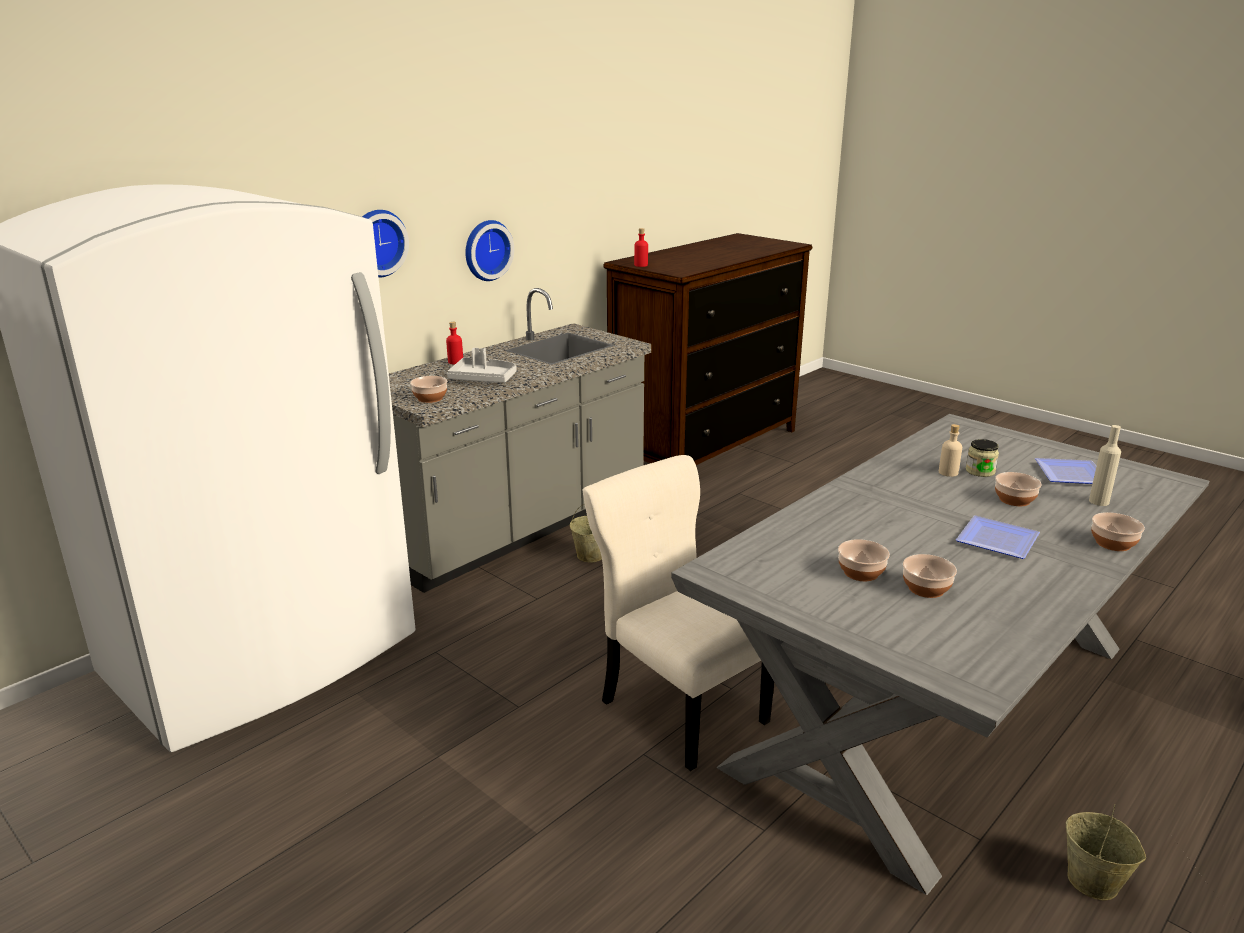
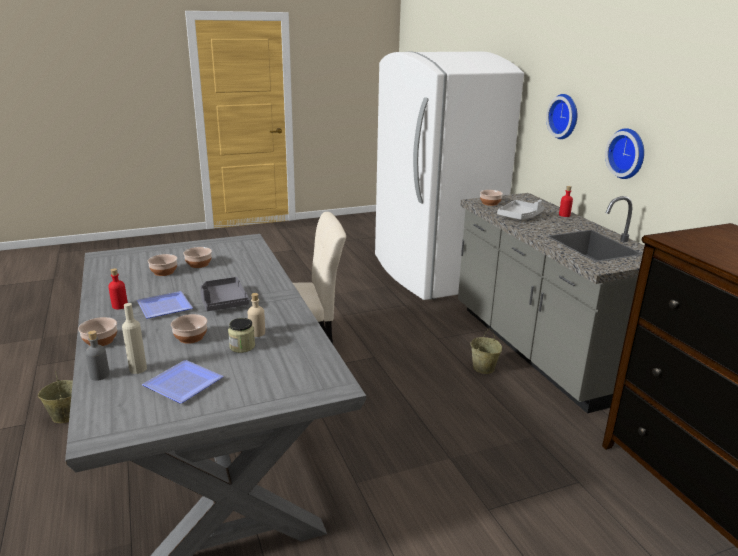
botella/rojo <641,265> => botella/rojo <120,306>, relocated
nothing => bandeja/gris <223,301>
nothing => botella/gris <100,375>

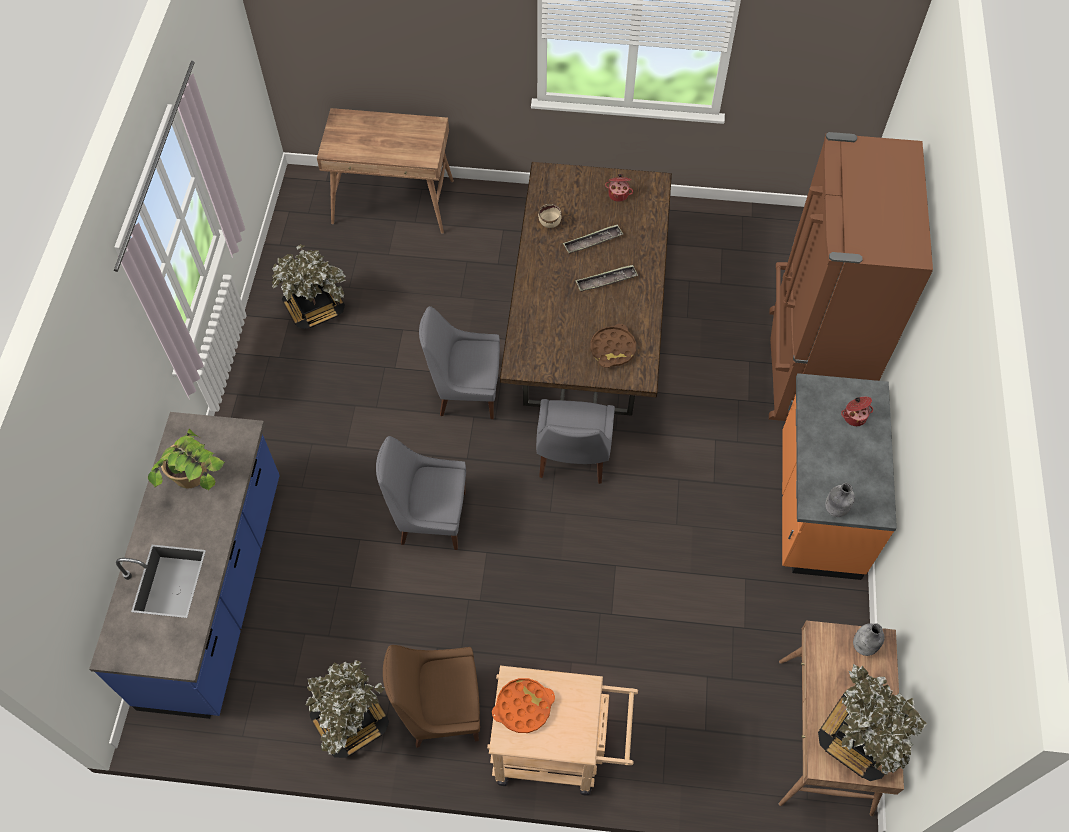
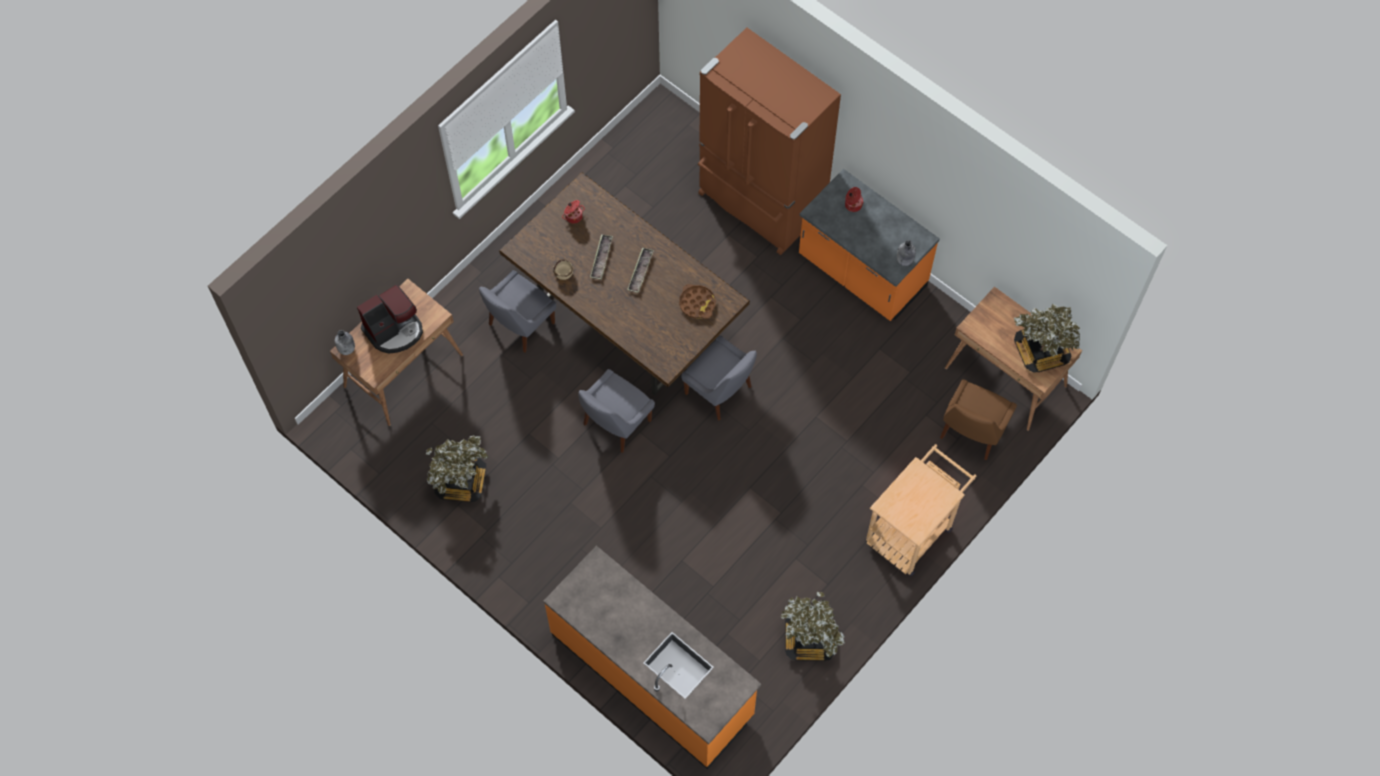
mueble bajo de cocina/azul <215,590> => mueble bajo de cocina/naranja <653,674>
planta en maceta <200,486> => nothing
silla/gris <430,518> => silla/gris <519,325>, relocated
botella/gris <864,646> => botella/gris <347,349>, relocated
silla/marrón <440,710> => silla/marrón <971,433>, relocated
bandeja/naranja <523,707> => nothing
nothing => cafetera <394,330>

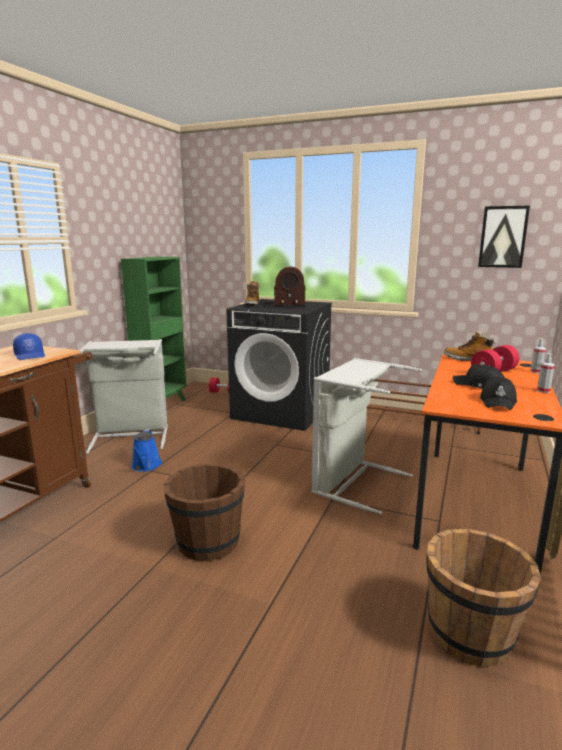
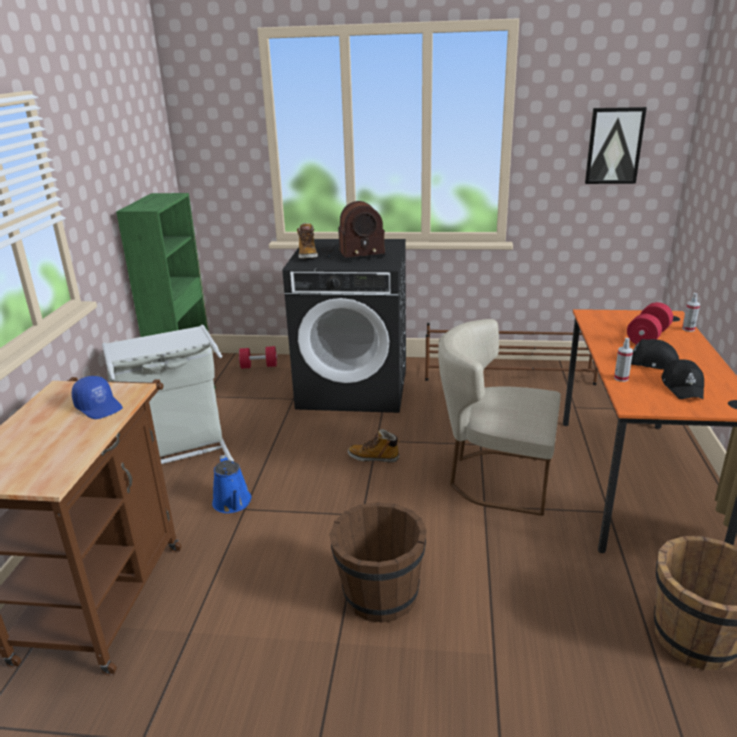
bota <467,360> => bota <374,458>, relocated
pulverizador <543,391> => pulverizador <621,378>, relocated
cesto de la ropa/gris <353,482> => silla/beis <494,478>

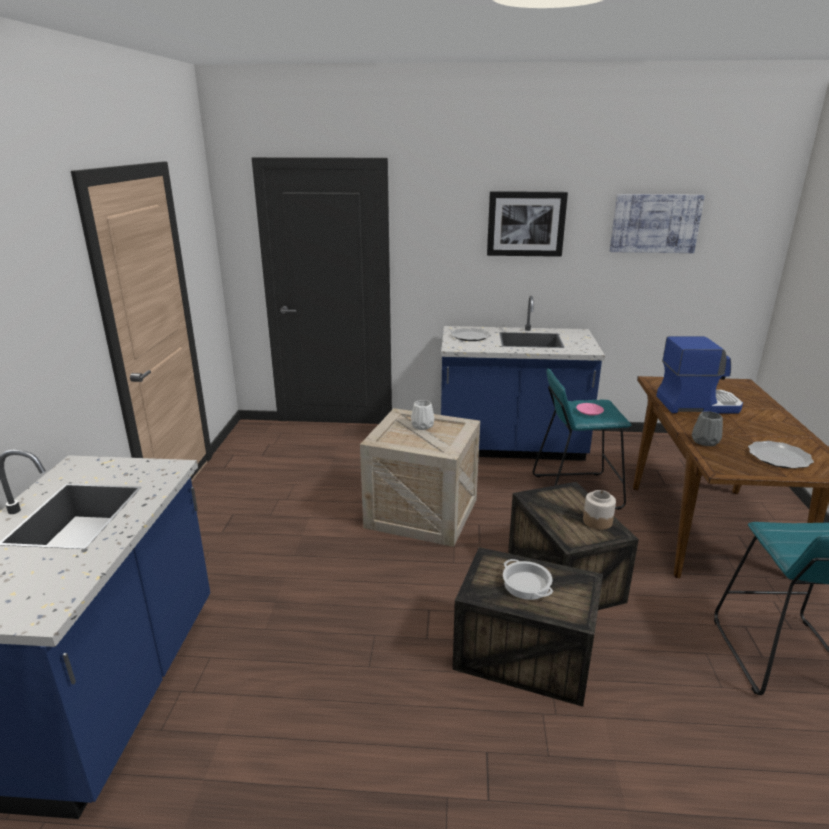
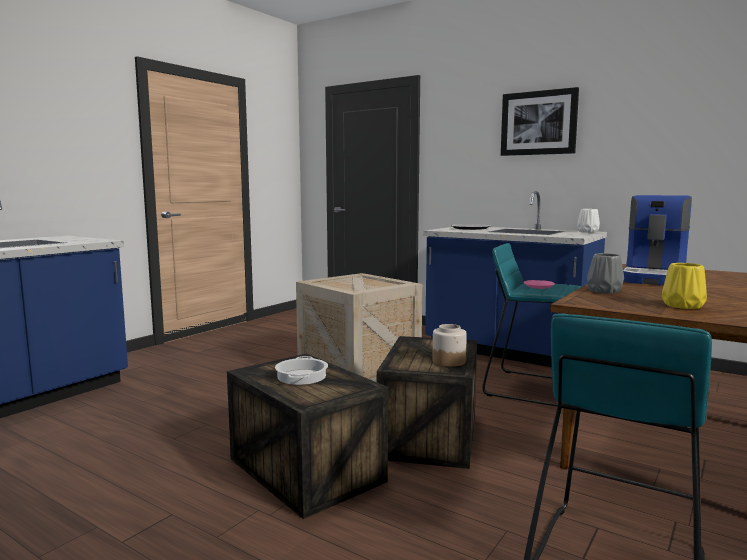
cuadro <655,223> => nothing
cafetera <697,404> => cafetera <655,278>, 90 degrees clockwise
florero/blanco <422,426> => florero/blanco <587,232>, relocated
plato <779,457> => florero/amarillo <684,306>

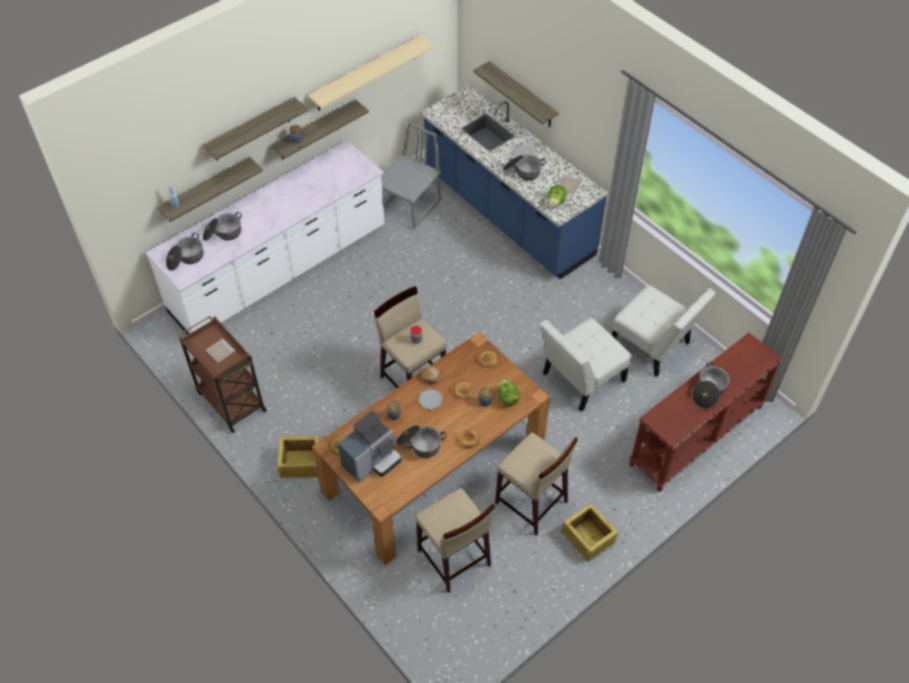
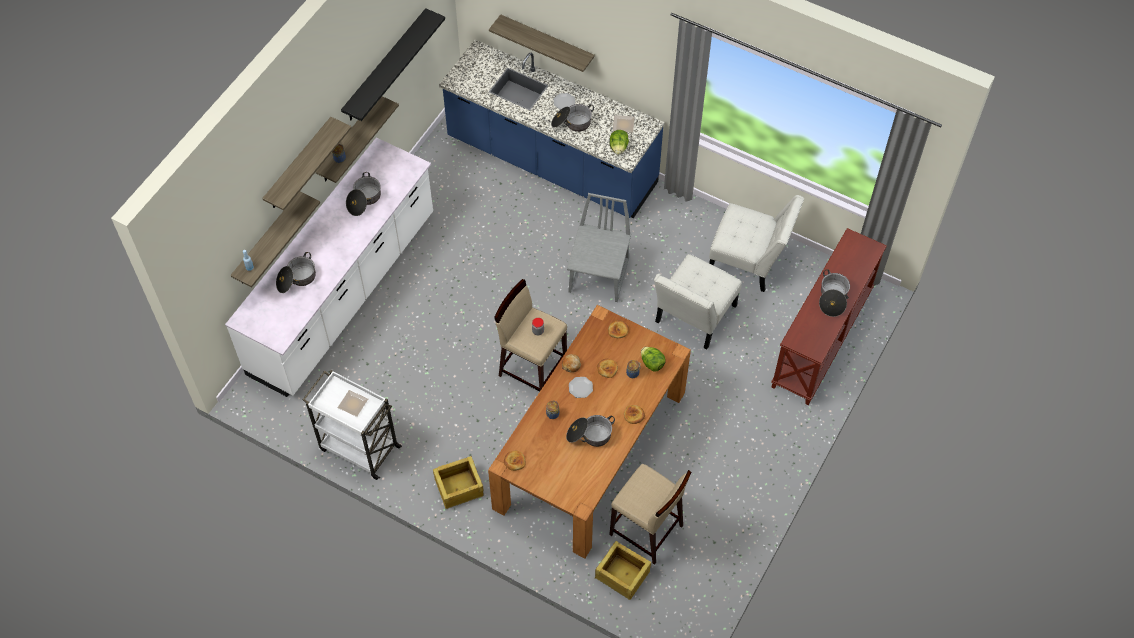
estante/beis <366,74> => estante/negro <385,66>
silla/gris <410,206> => silla/gris <599,276>, relocated
olla <185,259> => olla <364,200>, relocated
carrito/marrón <230,400> => carrito/blanco <358,447>
cafetera <372,461> => nothing
taburete/beis <531,503> => nothing
caja de embalaje <588,538> => caja de embalaje <622,575>, relocated

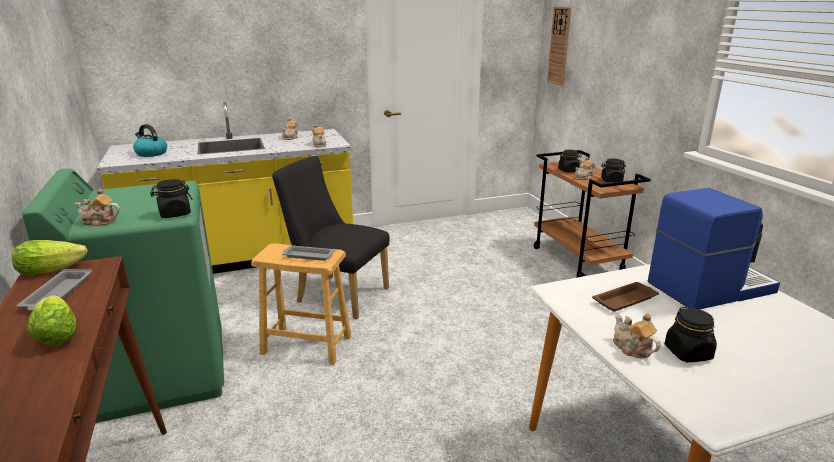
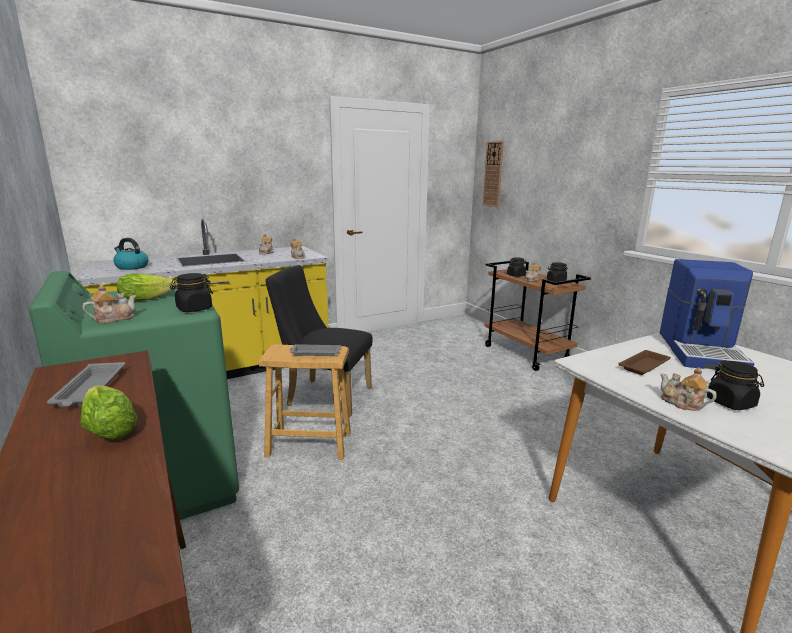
tetera <99,222> => tetera <113,319>, 150 degrees clockwise
cafetera <708,287> => cafetera <701,351>, 135 degrees clockwise
lechuga <55,269> => lechuga <149,298>, relocated

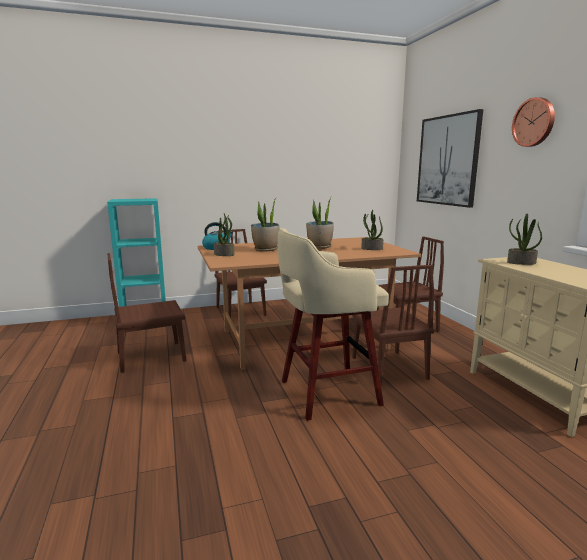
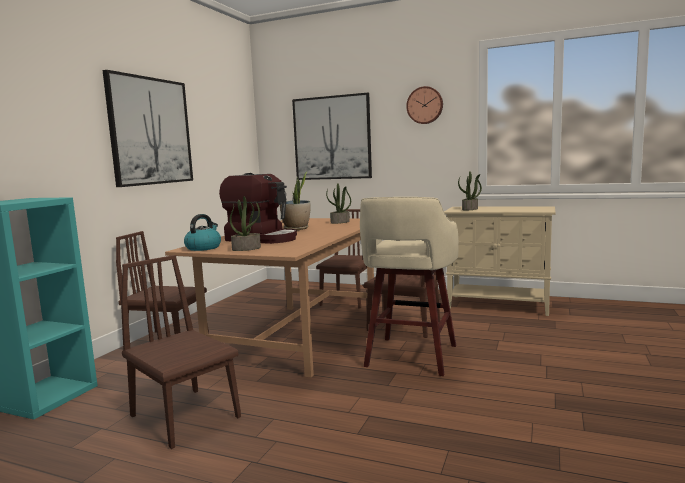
planta en maceta <265,250> => cafetera <262,239>
silla/marrón <151,356> => silla/marrón <185,416>, 120 degrees clockwise
nothing => cuadro <150,131>

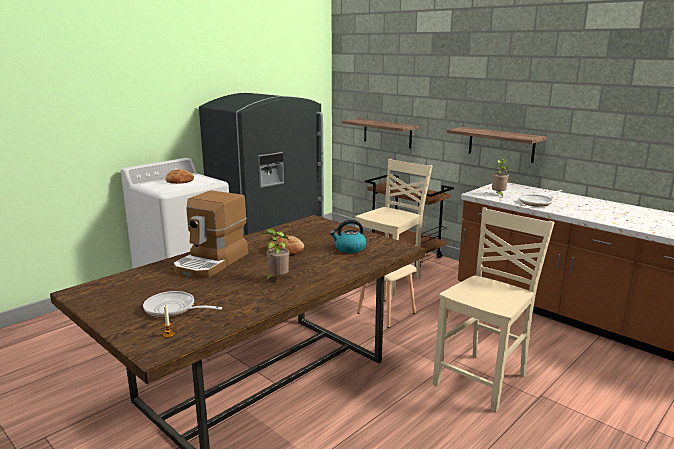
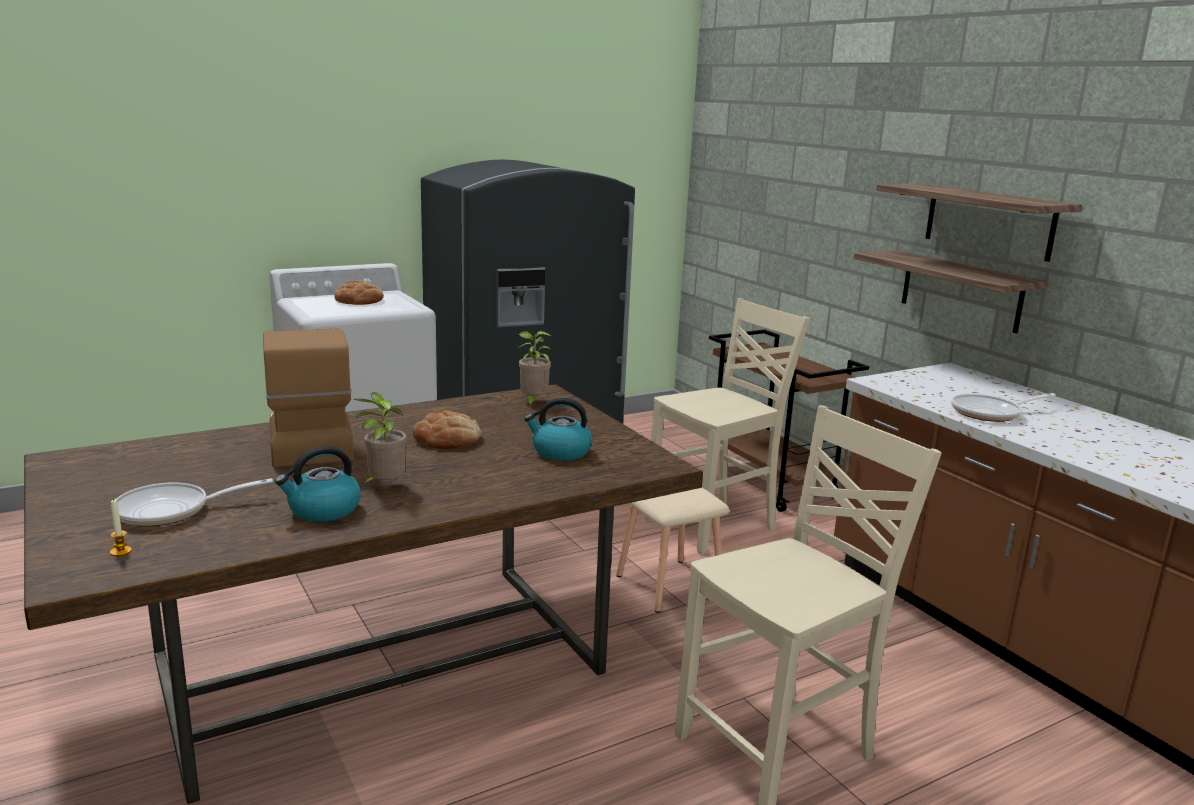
estante <387,133> => estante <989,221>, relocated
planta en maceta <498,195> => planta en maceta <533,402>, relocated
cafetera <212,262> => cafetera <308,442>, 120 degrees clockwise
sartén <173,309> => sartén <171,511>, 60 degrees counterclockwise
nothing => hervidor <323,510>

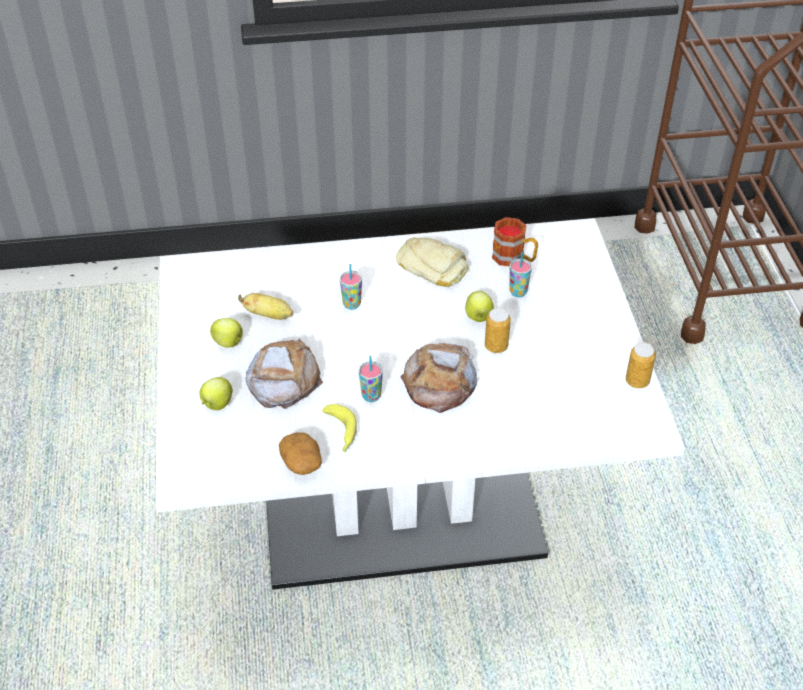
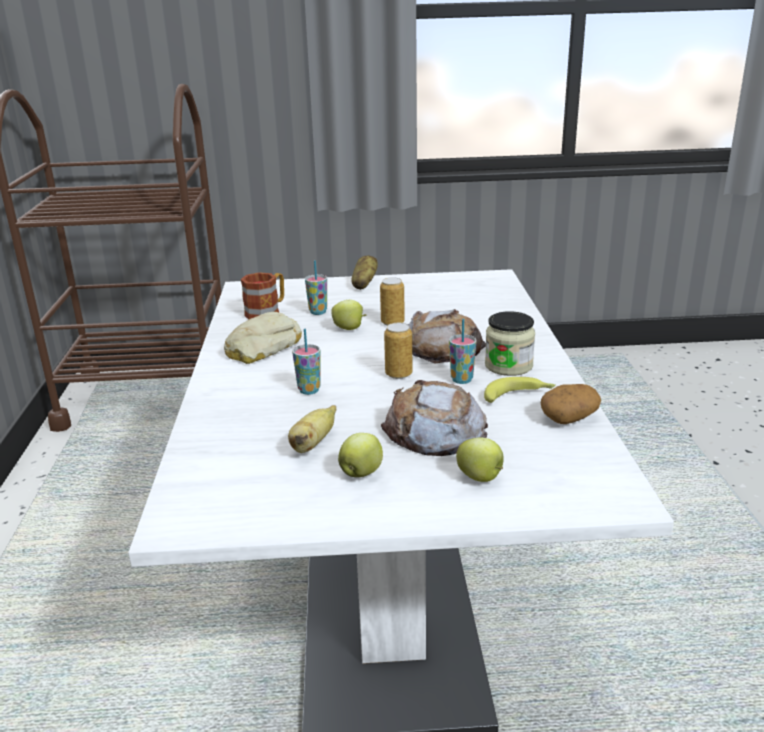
lata <637,381> => lata <398,374>, relocated
nothing => patata <364,284>
nothing => tarro <508,366>

